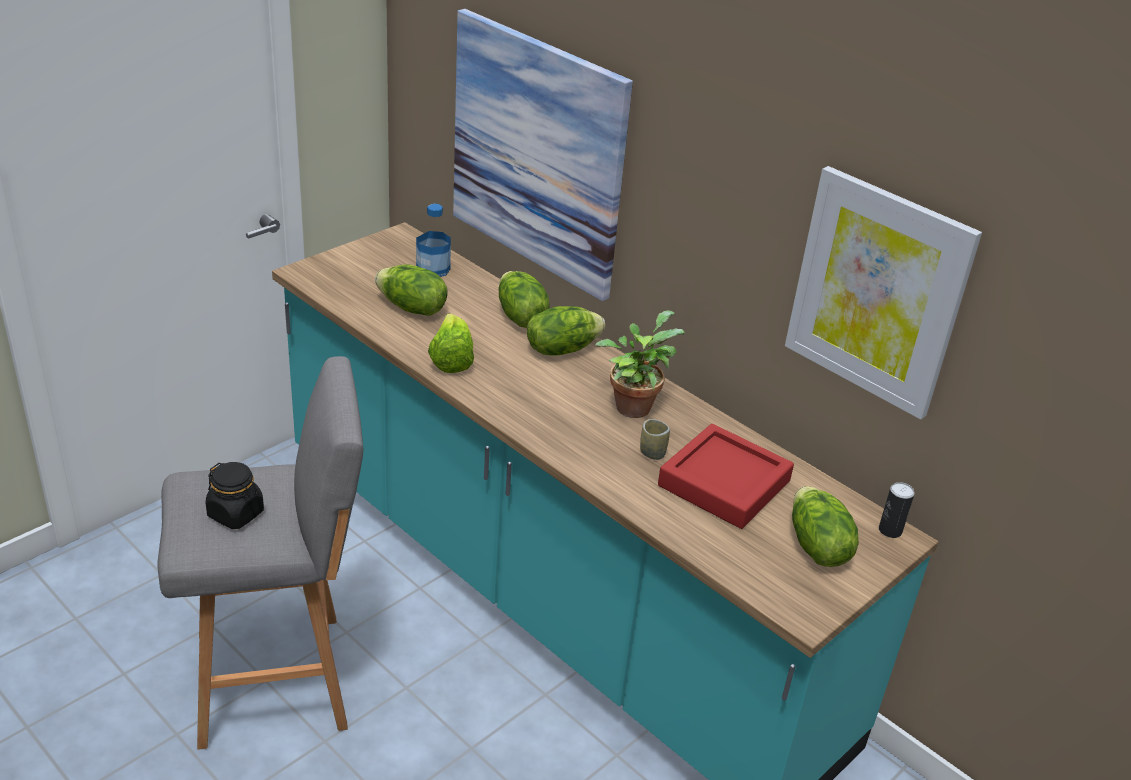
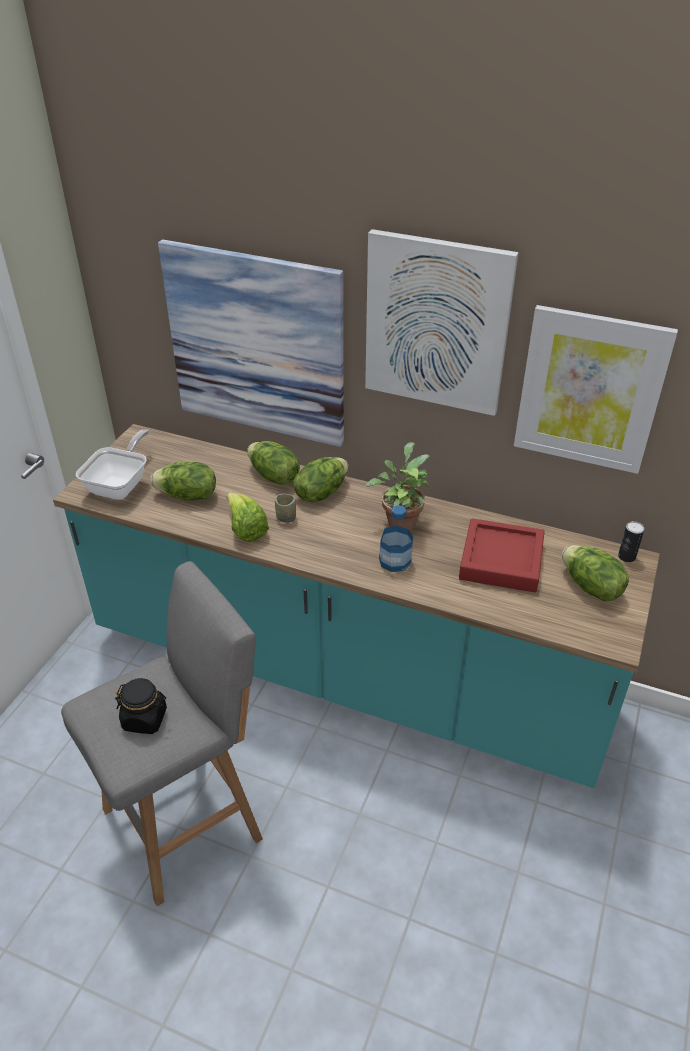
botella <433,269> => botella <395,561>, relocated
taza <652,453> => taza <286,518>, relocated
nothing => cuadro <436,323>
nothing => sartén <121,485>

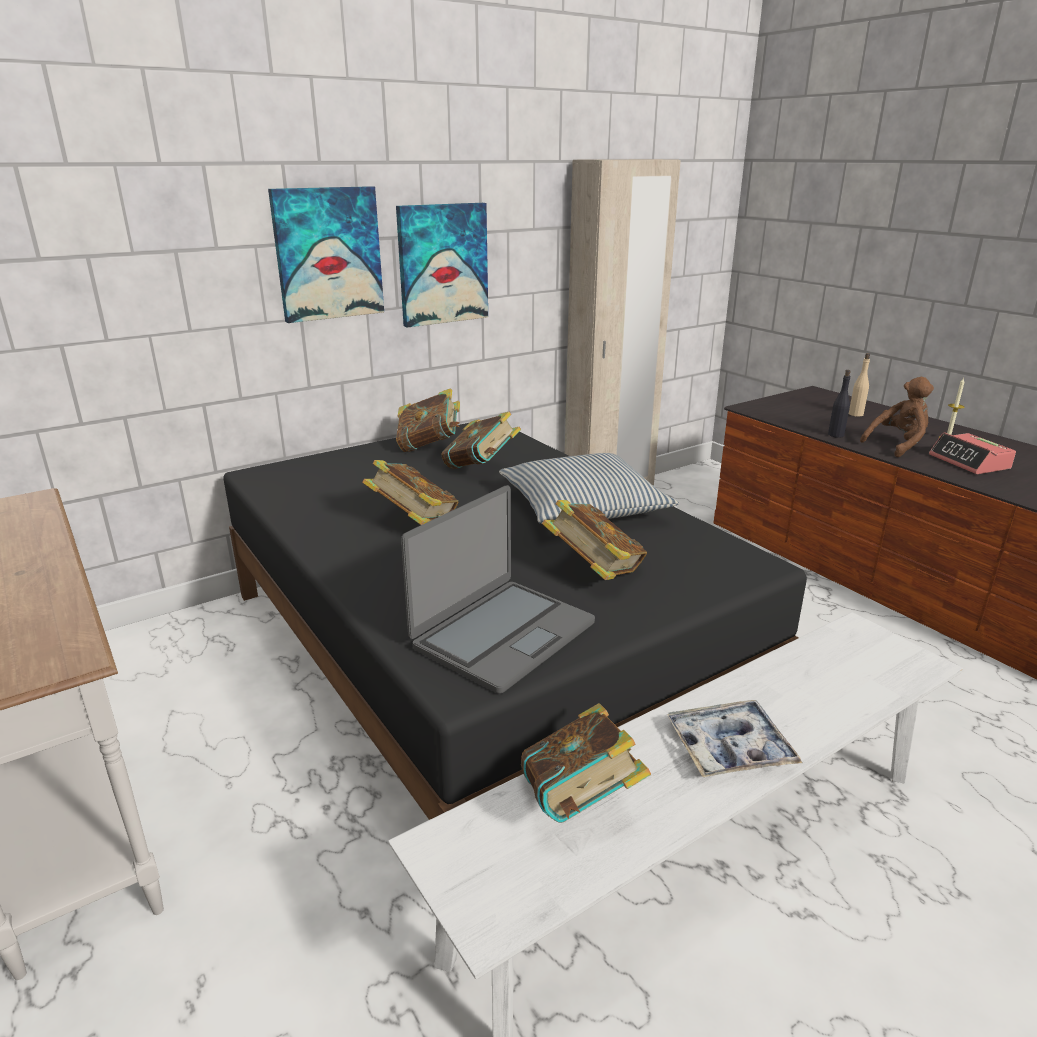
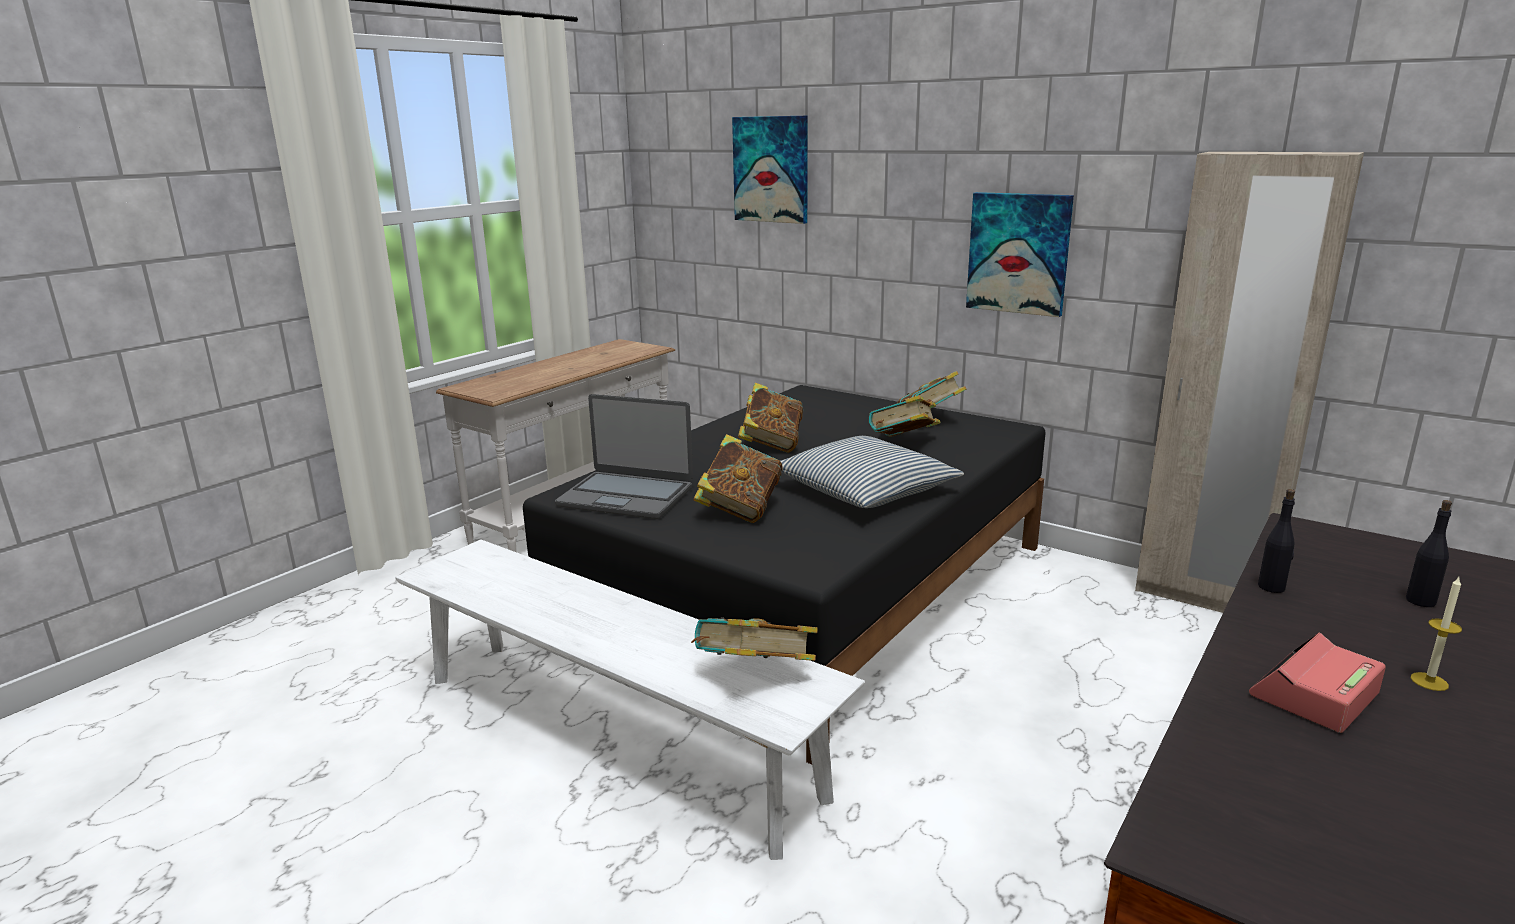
cuadro <328,254> => cuadro <771,169>, relocated
botella/beis <855,414> => botella/negro <1421,601>
peluche/marrón <897,445> => nothing
bandeja <729,747> => nothing
libro <580,801> => libro <754,676>, relocated

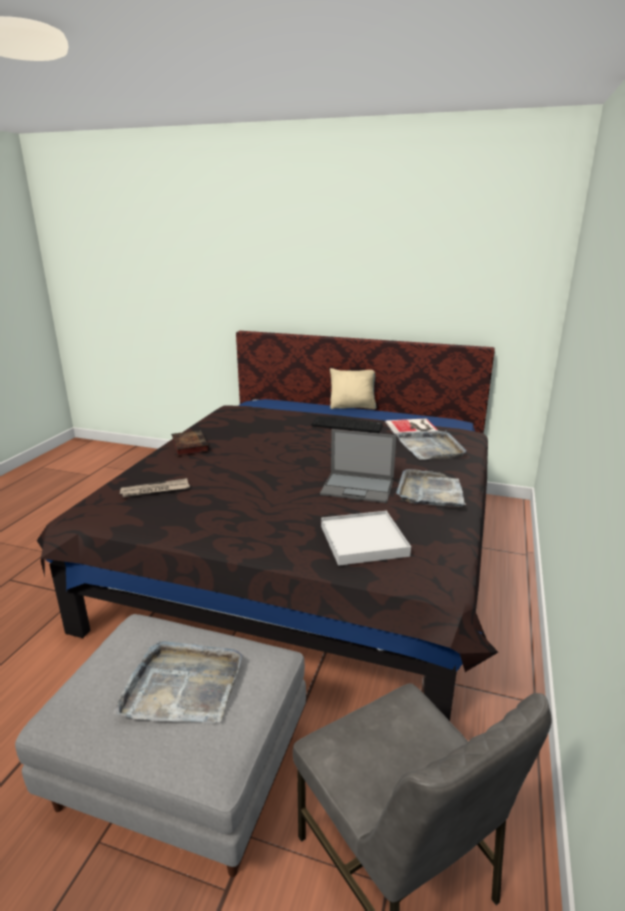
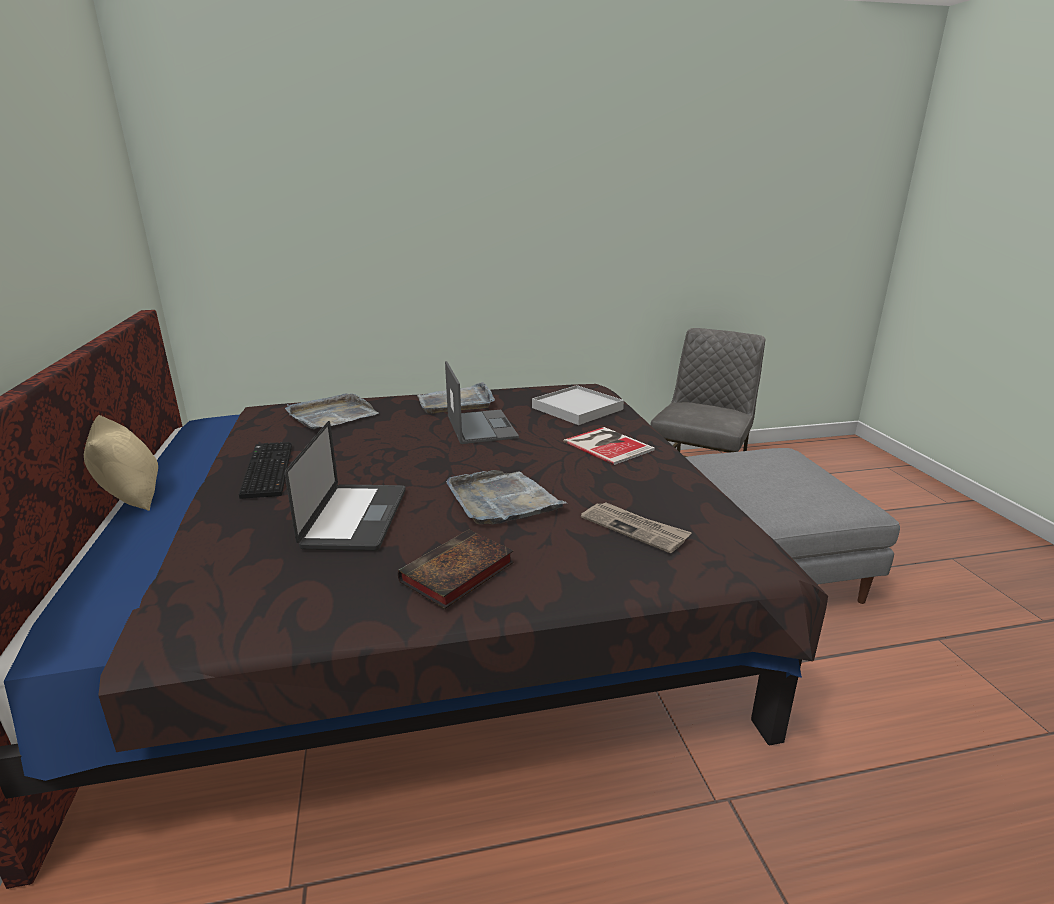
libro <412,427> => libro <608,445>, relocated
bandeja/gris <183,685> => bandeja/gris <502,500>, relocated
nothing => portátil <355,518>

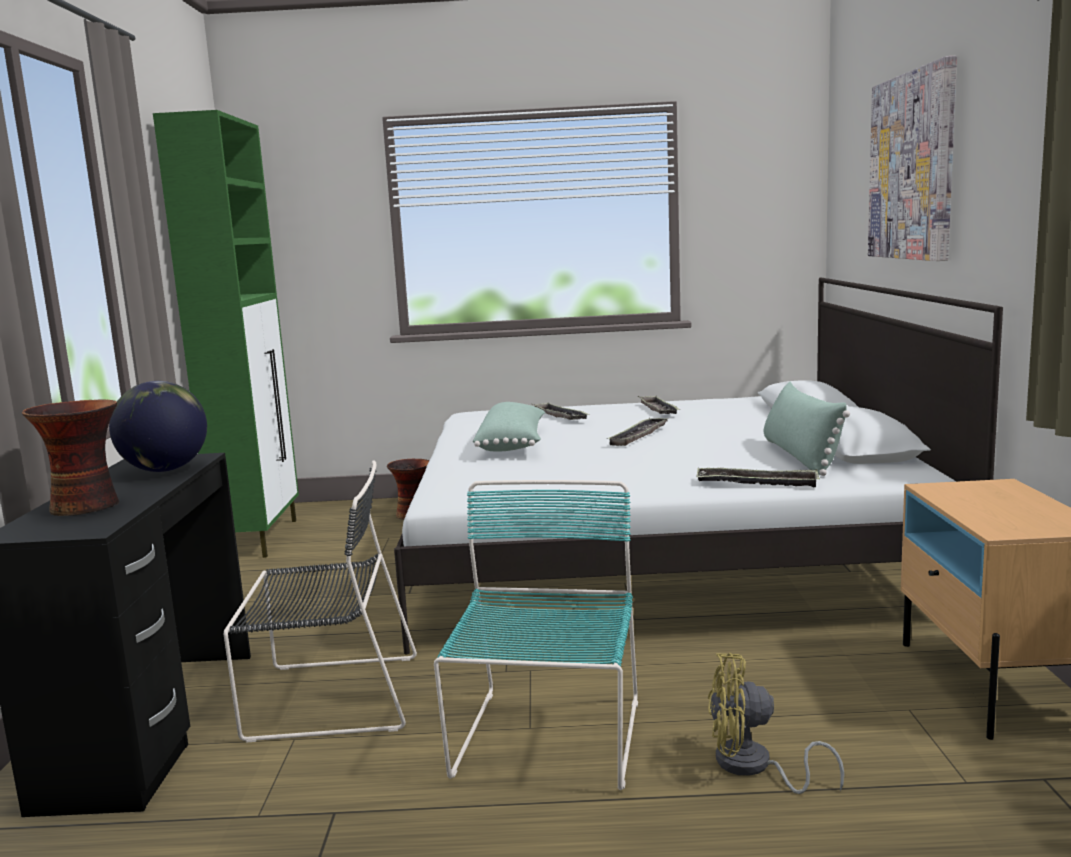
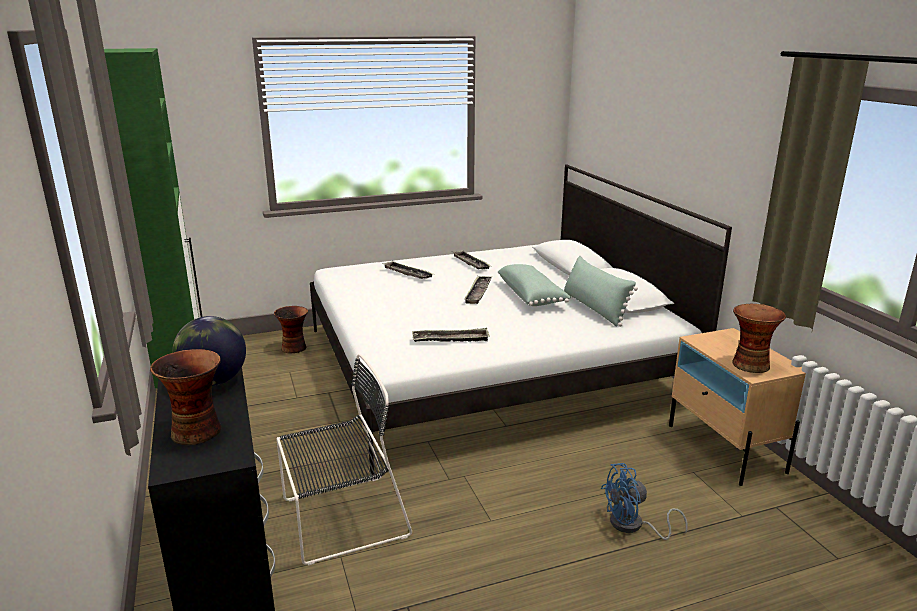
cuadro <912,167> => nothing
cojín/verde <513,444> => cojín/verde <532,296>, relocated
bandeja <757,483> => bandeja <451,340>, relocated
silla/turquesa <547,741> => nothing
ventilador/amarillo <753,767> => ventilador/azul <633,526>
nothing => florero <749,364>

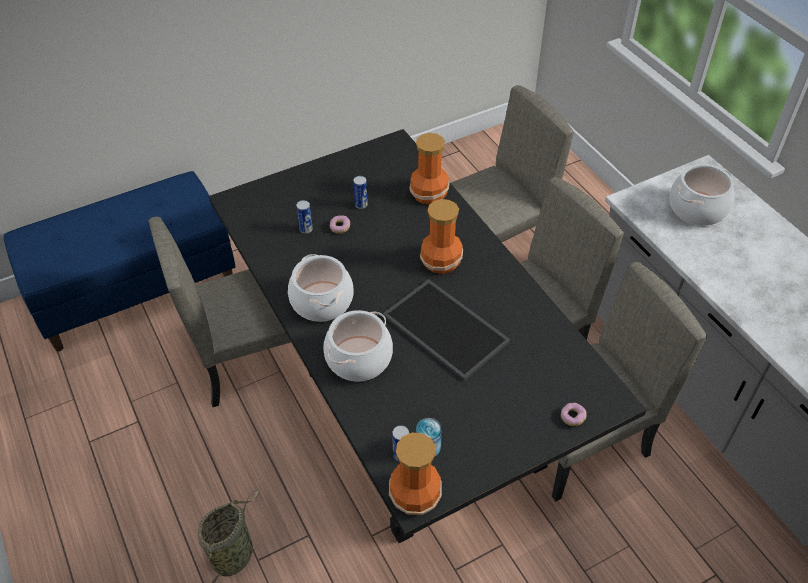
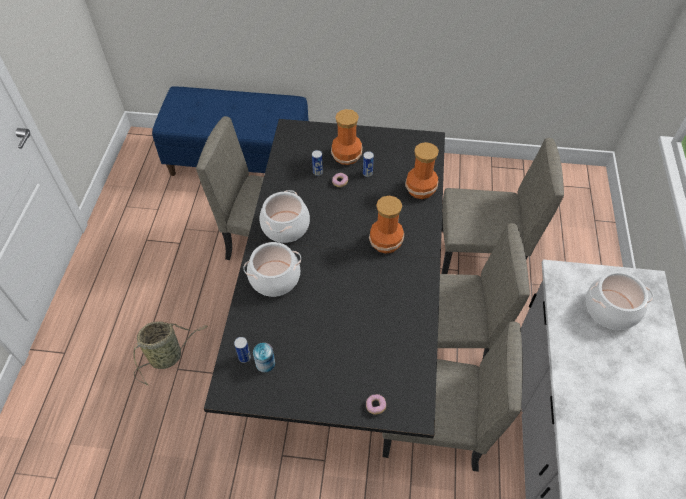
bandeja <447,328> => nothing
florero <415,493> => florero <347,155>, relocated

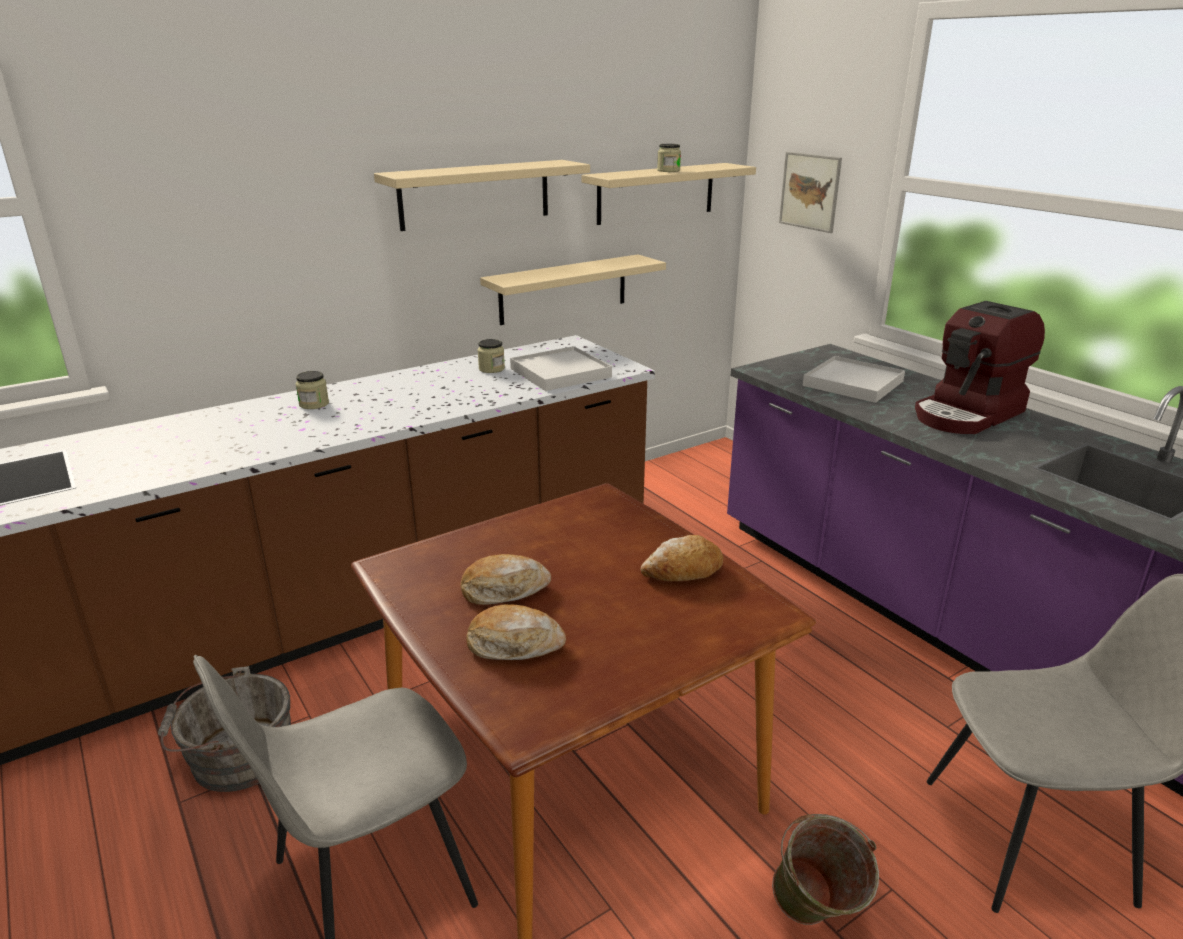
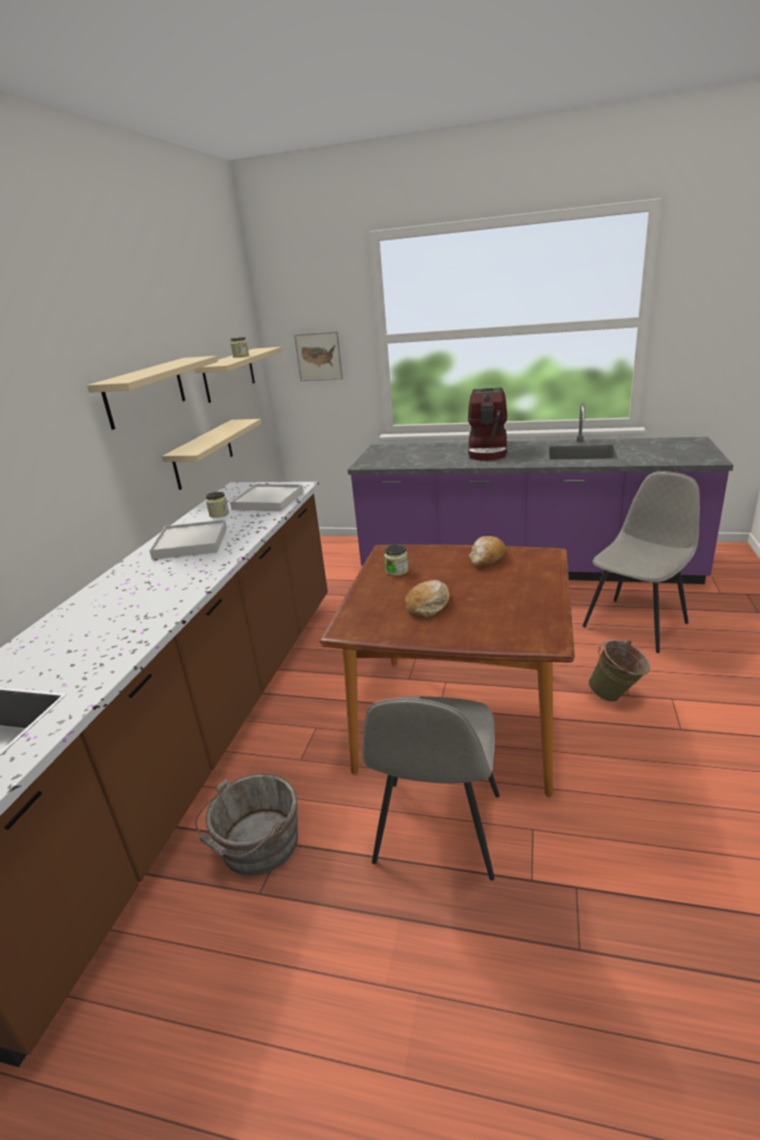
bandeja/blanco <853,383> => bandeja/blanco <191,543>, relocated
tarro <314,404> => tarro <397,571>, relocated
pan <515,644> => nothing

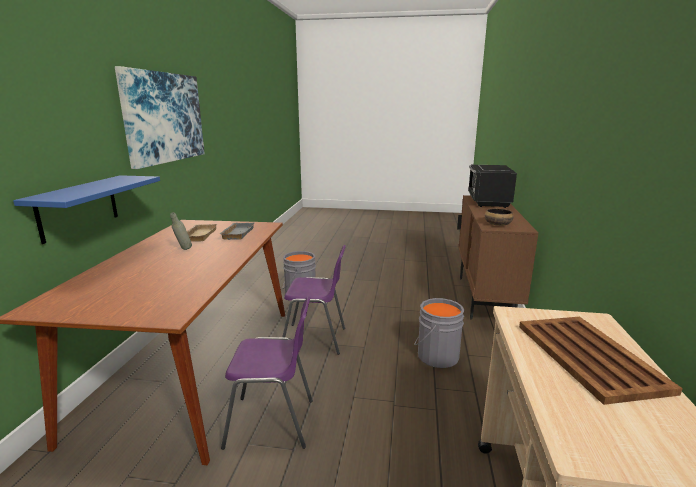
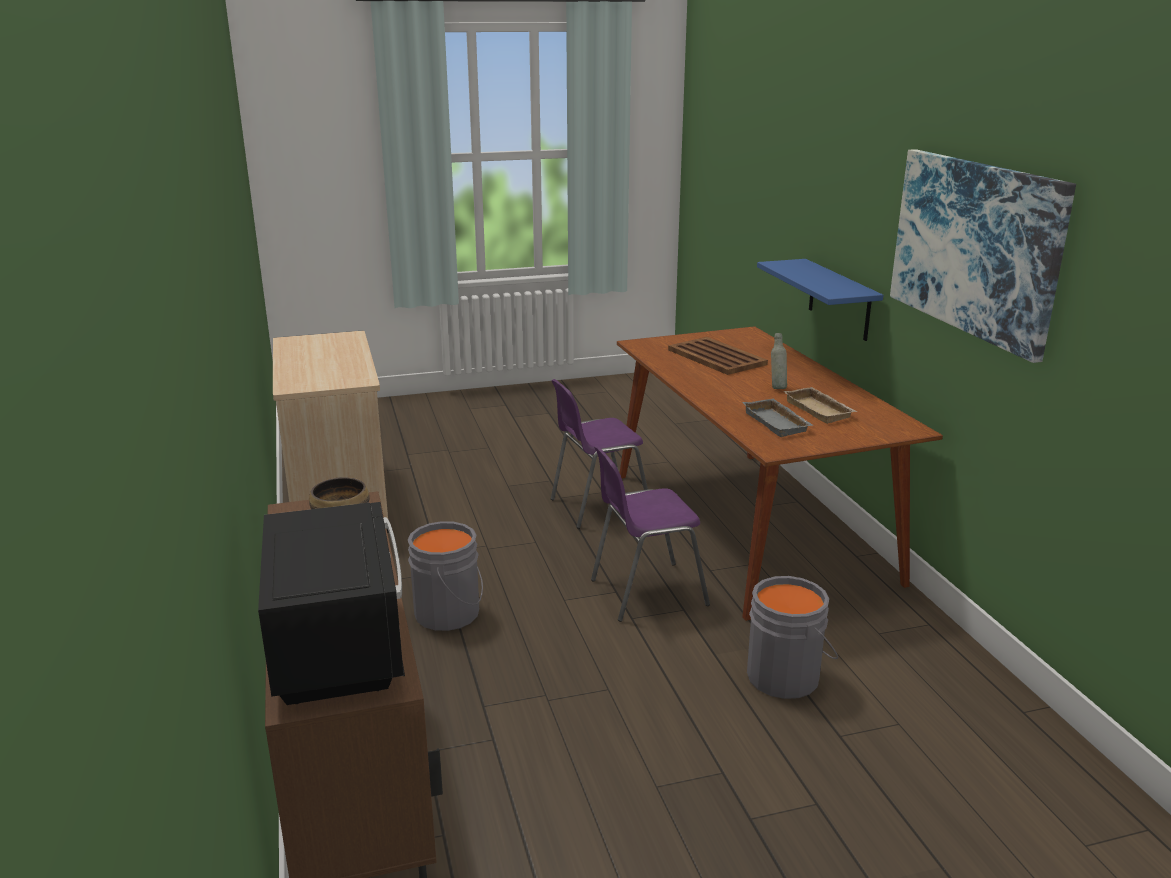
bandeja/marrón <588,356> => bandeja/marrón <717,357>, relocated

